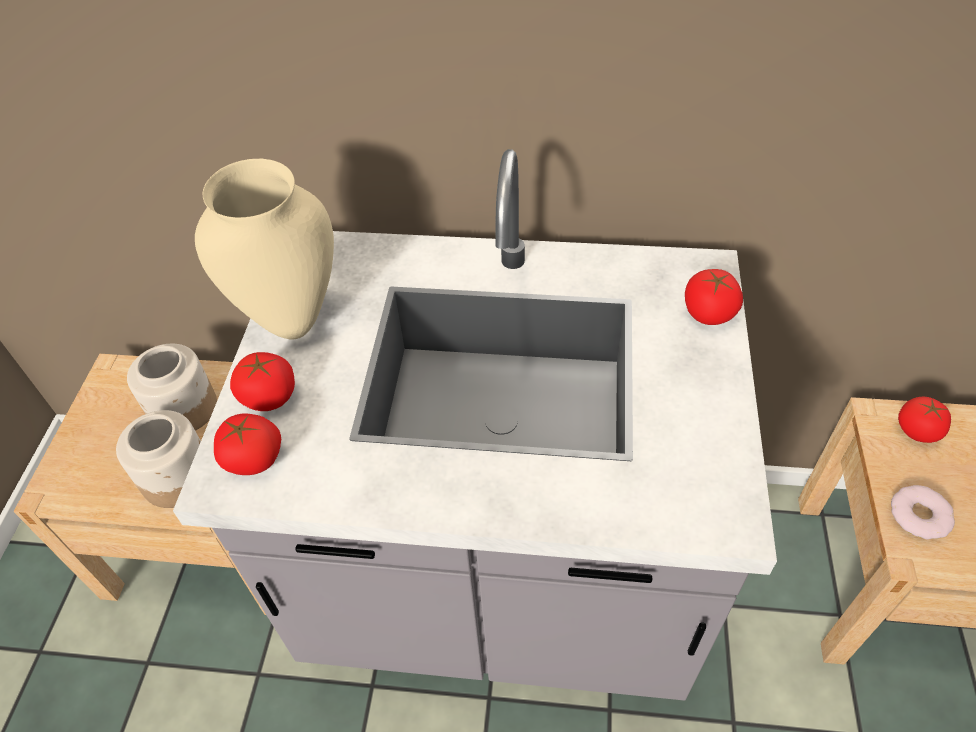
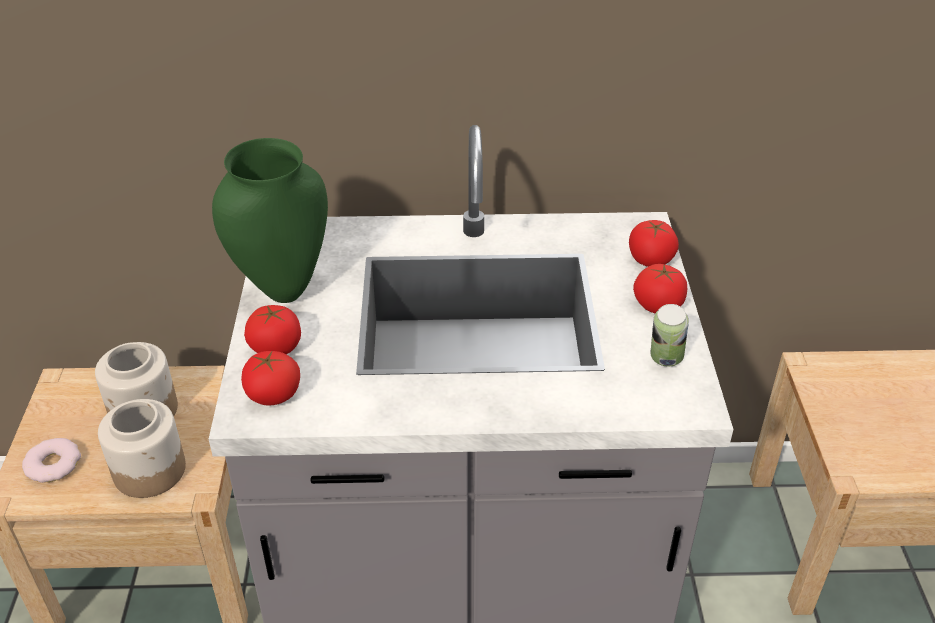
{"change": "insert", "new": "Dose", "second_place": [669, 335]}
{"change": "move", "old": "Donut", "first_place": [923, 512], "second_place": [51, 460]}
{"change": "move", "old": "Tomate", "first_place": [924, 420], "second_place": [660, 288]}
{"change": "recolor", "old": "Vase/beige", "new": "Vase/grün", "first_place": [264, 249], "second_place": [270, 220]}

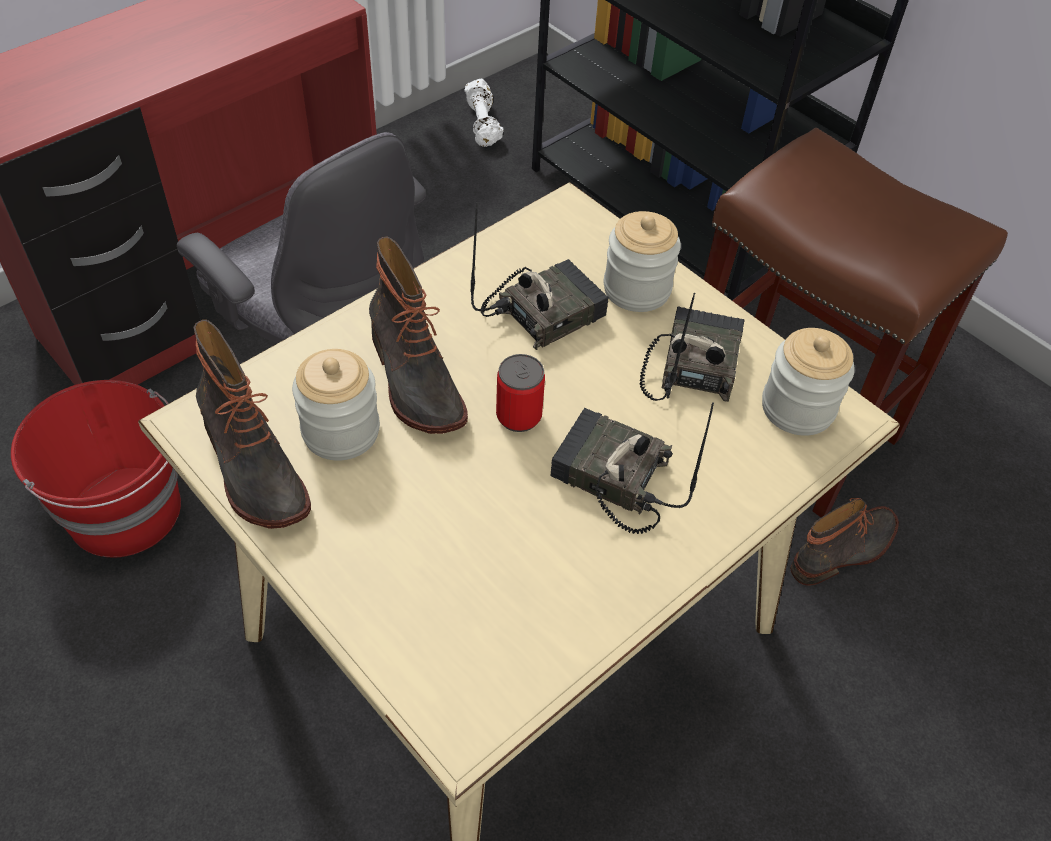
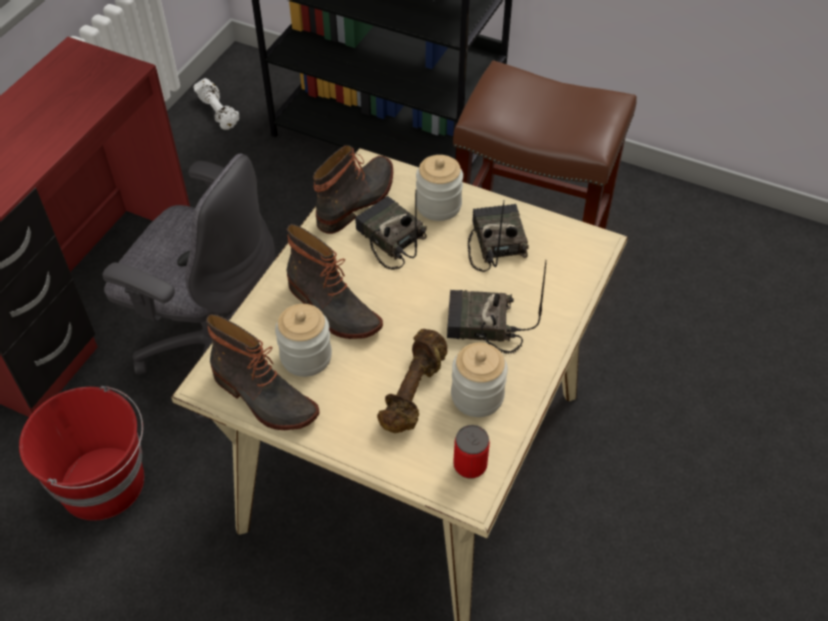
{"change": "insert", "new": "Hantel/braun", "second_place": [412, 381]}
{"change": "move", "old": "Dose", "first_place": [520, 393], "second_place": [471, 452]}
{"change": "move", "old": "Vorratsglas", "first_place": [808, 382], "second_place": [479, 380]}
{"change": "move", "old": "Stiefel", "first_place": [844, 542], "second_place": [353, 189]}
{"change": "rotate", "old": "Radio", "first_place": [539, 276], "second_place": [391, 230], "degrees": -75}

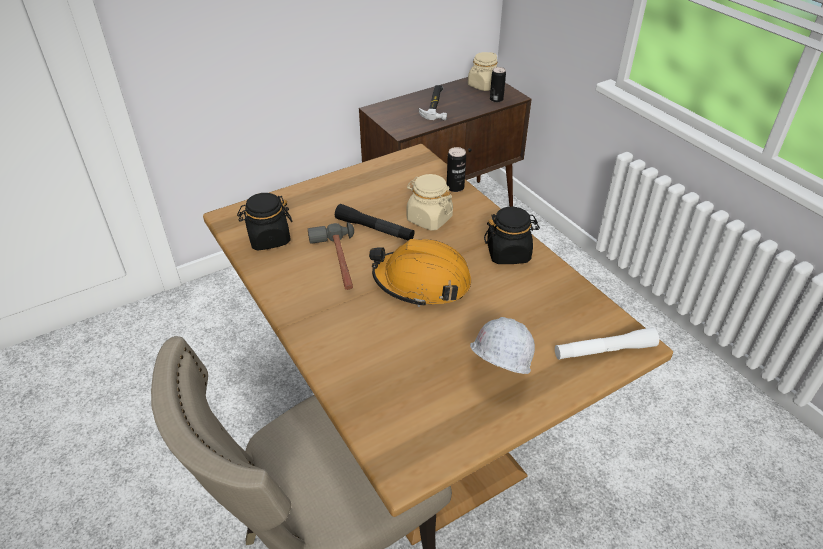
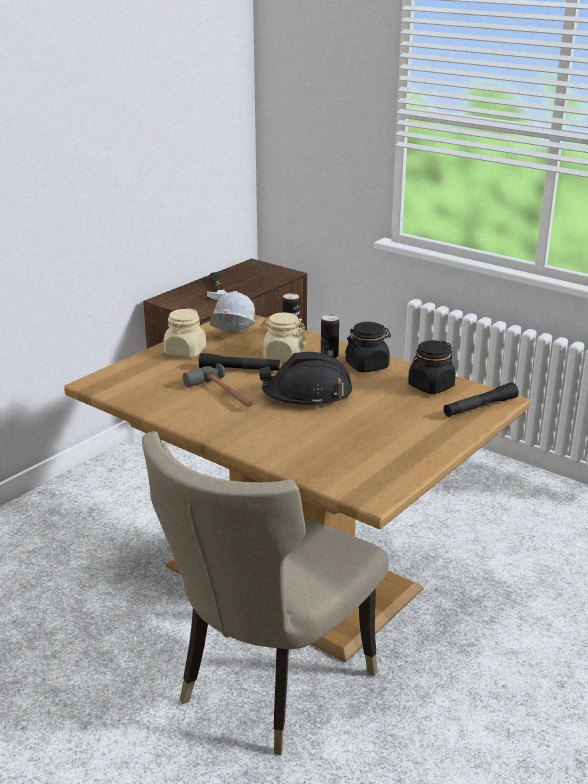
{"change": "move", "old": "Vorratsglas/schwarz", "first_place": [265, 222], "second_place": [432, 367]}
{"change": "move", "old": "Vorratsglas/beige", "first_place": [483, 71], "second_place": [185, 333]}
{"change": "move", "old": "Schutzhelm/weiß", "first_place": [502, 345], "second_place": [233, 312]}
{"change": "move", "old": "Dose", "first_place": [498, 85], "second_place": [330, 336]}
{"change": "recolor", "old": "Schutzhelm/orange", "new": "Schutzhelm/schwarz", "first_place": [420, 273], "second_place": [305, 380]}
{"change": "recolor", "old": "Taschenlampe/weiß", "new": "Taschenlampe/schwarz", "first_place": [607, 343], "second_place": [481, 399]}

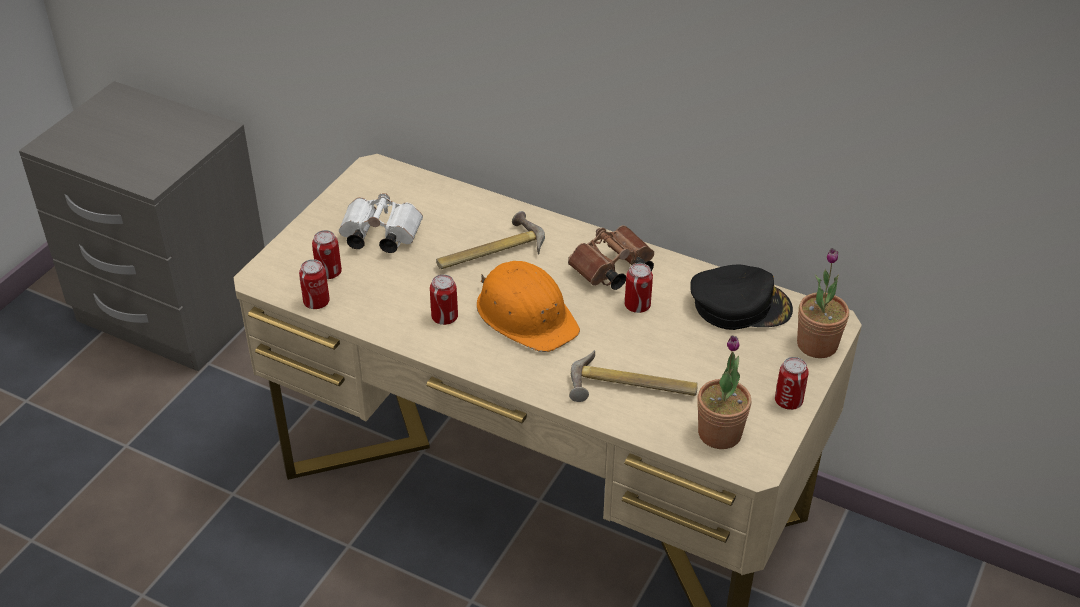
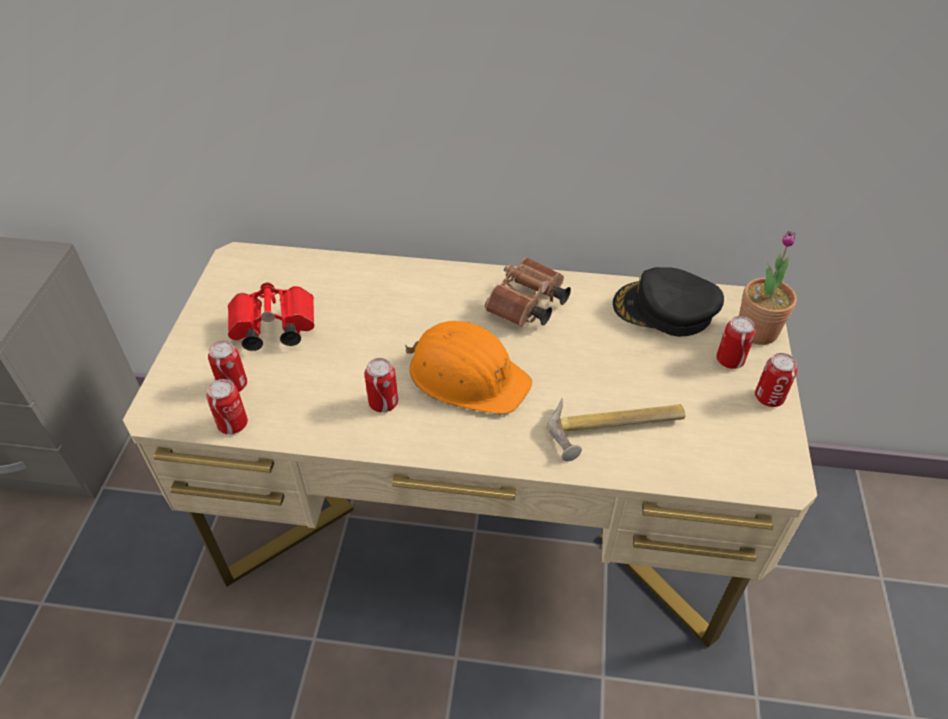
{"change": "delete", "old": "Hammer", "first_place": [490, 240]}
{"change": "delete", "old": "Topfpflanze", "first_place": [724, 392]}
{"change": "move", "old": "Dose", "first_place": [639, 288], "second_place": [735, 342]}
{"change": "recolor", "old": "Fernglas/weiß", "new": "Fernglas/rot", "first_place": [381, 223], "second_place": [271, 316]}
{"change": "rotate", "old": "Kappe/schwarz", "first_place": [741, 297], "second_place": [668, 302], "degrees": -150}

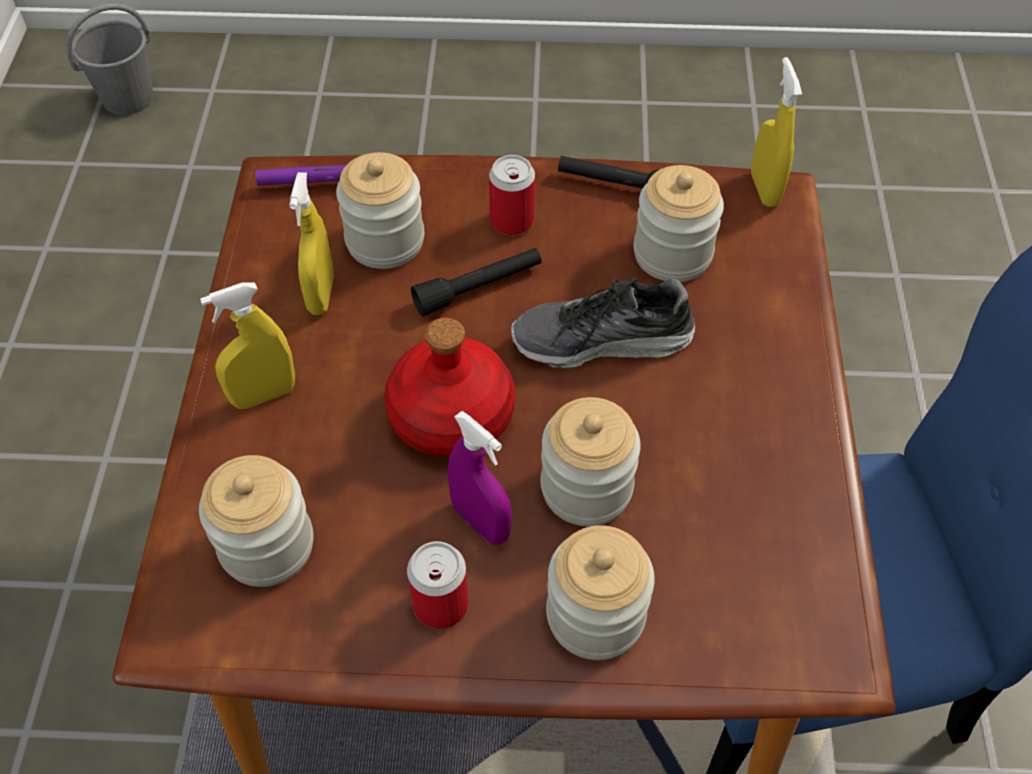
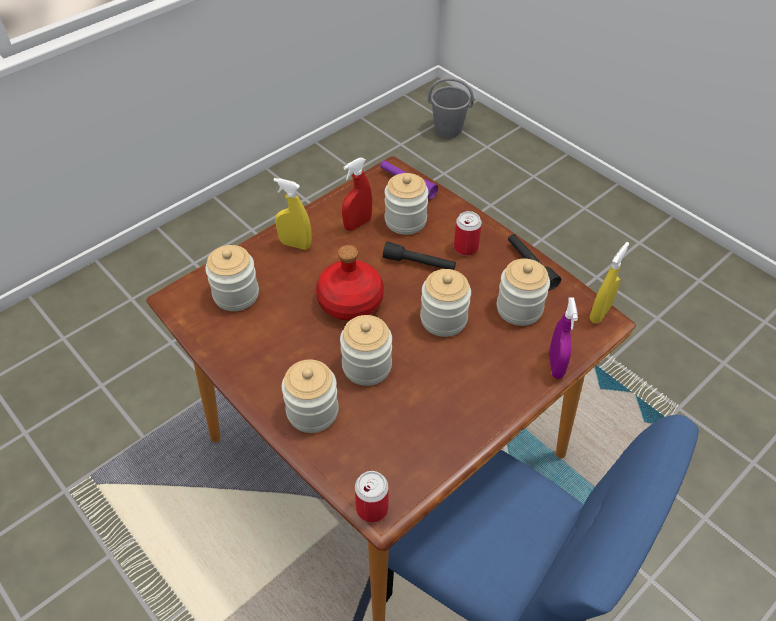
{"change": "move", "old": "Dose", "first_place": [438, 585], "second_place": [372, 497]}
{"change": "move", "old": "Sprühflasche/lila", "first_place": [480, 478], "second_place": [563, 338]}
{"change": "replace", "old": "Schuh", "new": "Vorratsglas", "first_place": [603, 322], "second_place": [445, 303]}
{"change": "recolor", "old": "Sprühflasche/gelb", "new": "Sprühflasche/rot", "first_place": [311, 243], "second_place": [357, 194]}

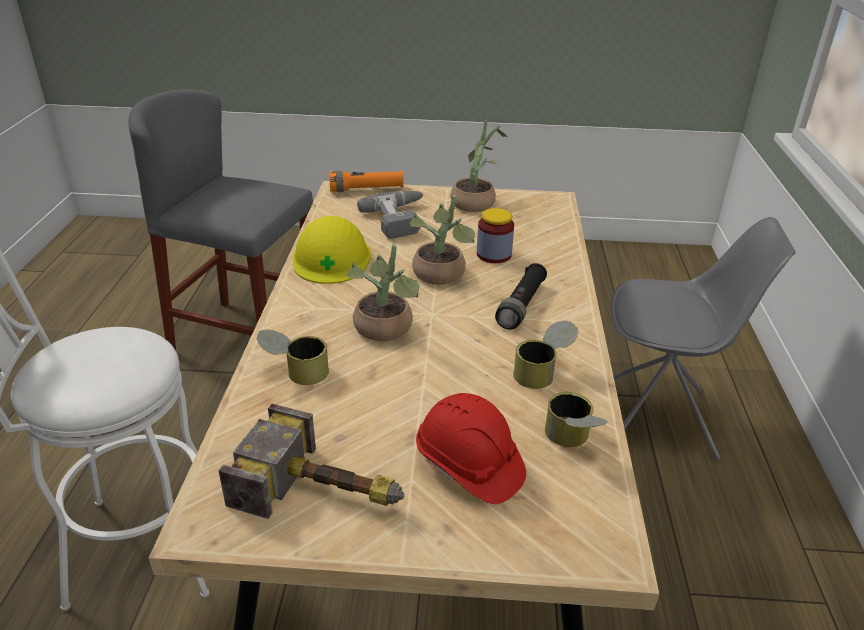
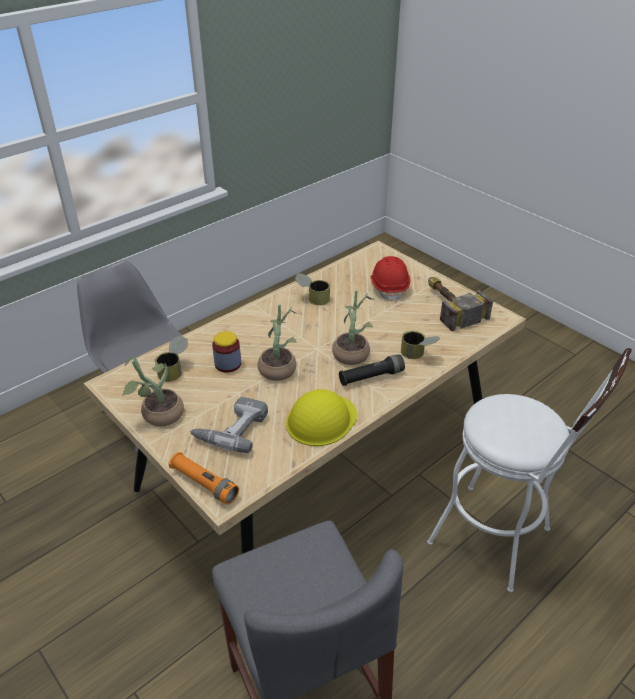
{"change": "move", "old": "Taschenlampe/schwarz", "first_place": [521, 296], "second_place": [372, 370]}
{"change": "move", "old": "Dose", "first_place": [576, 419], "second_place": [171, 359]}

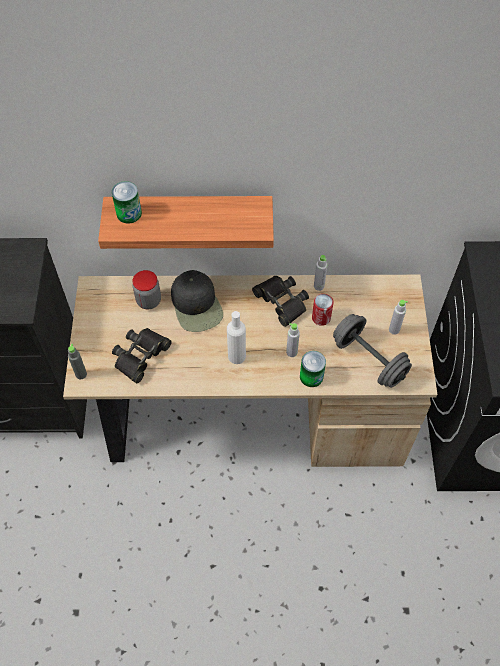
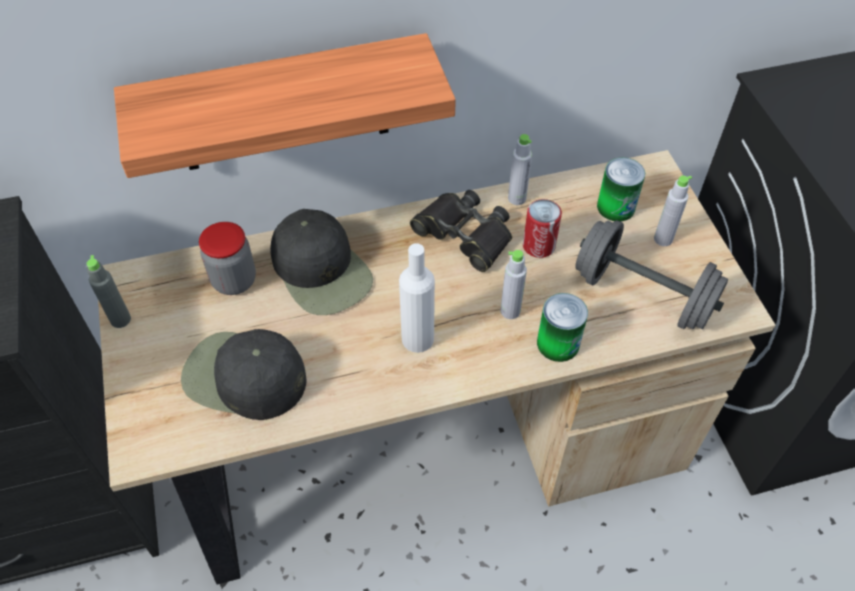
{"change": "move", "old": "Flasche/grau", "first_place": [77, 361], "second_place": [109, 291]}
{"change": "move", "old": "Dose", "first_place": [127, 202], "second_place": [621, 189]}
{"change": "replace", "old": "Fernglas/schwarz", "new": "Kappe/schwarz", "first_place": [142, 355], "second_place": [243, 374]}

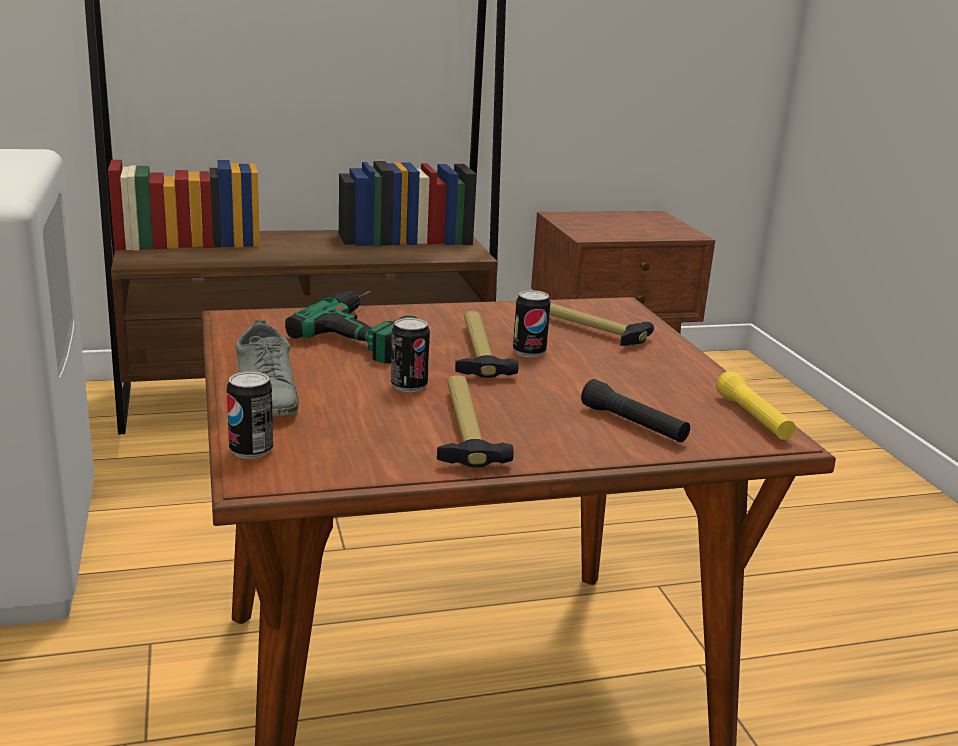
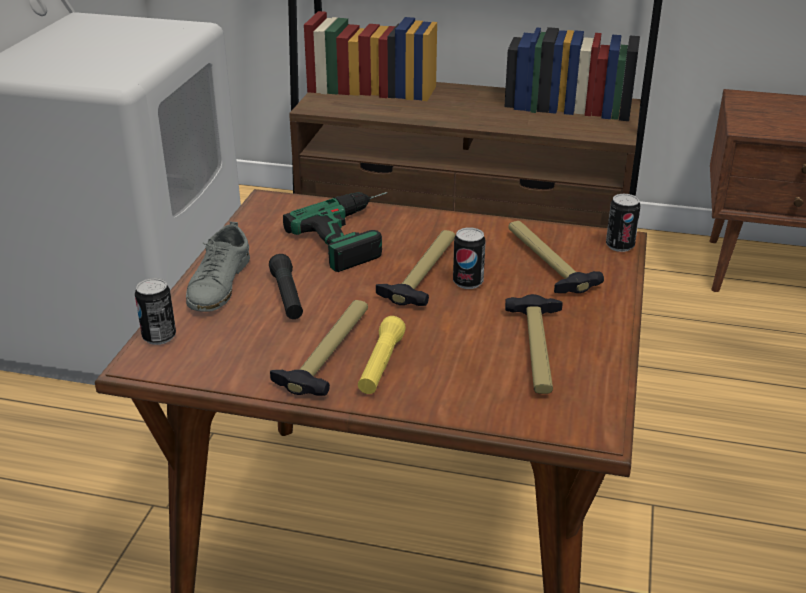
{"change": "insert", "new": "Hammer", "second_place": [534, 344]}
{"change": "move", "old": "Dose", "first_place": [410, 355], "second_place": [623, 223]}
{"change": "move", "old": "Taschenlampe/schwarz", "first_place": [635, 411], "second_place": [286, 286]}
{"change": "move", "old": "Taschenlampe/gelb", "first_place": [756, 405], "second_place": [382, 355]}

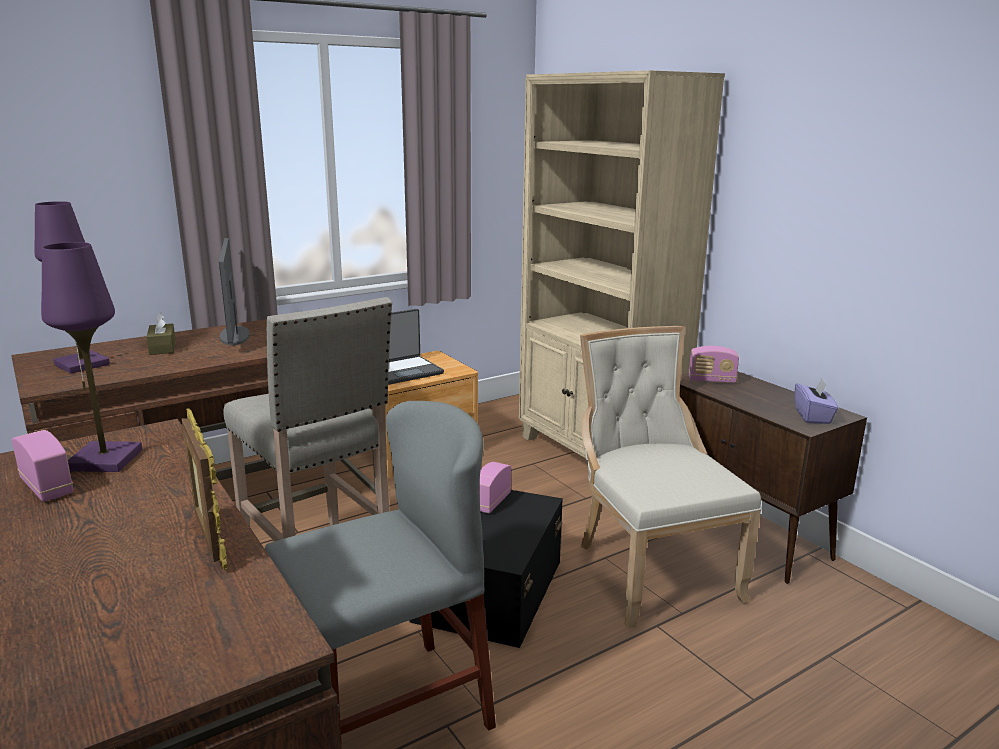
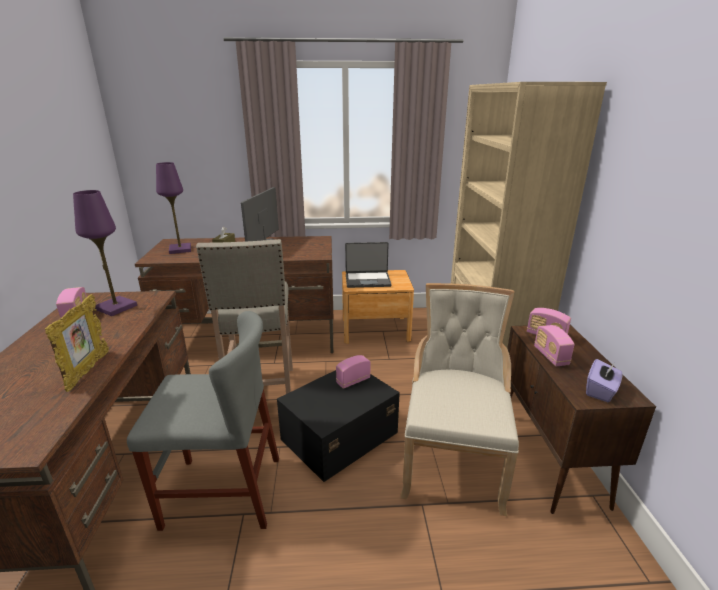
{"change": "insert", "new": "Radio", "second_place": [554, 345]}

